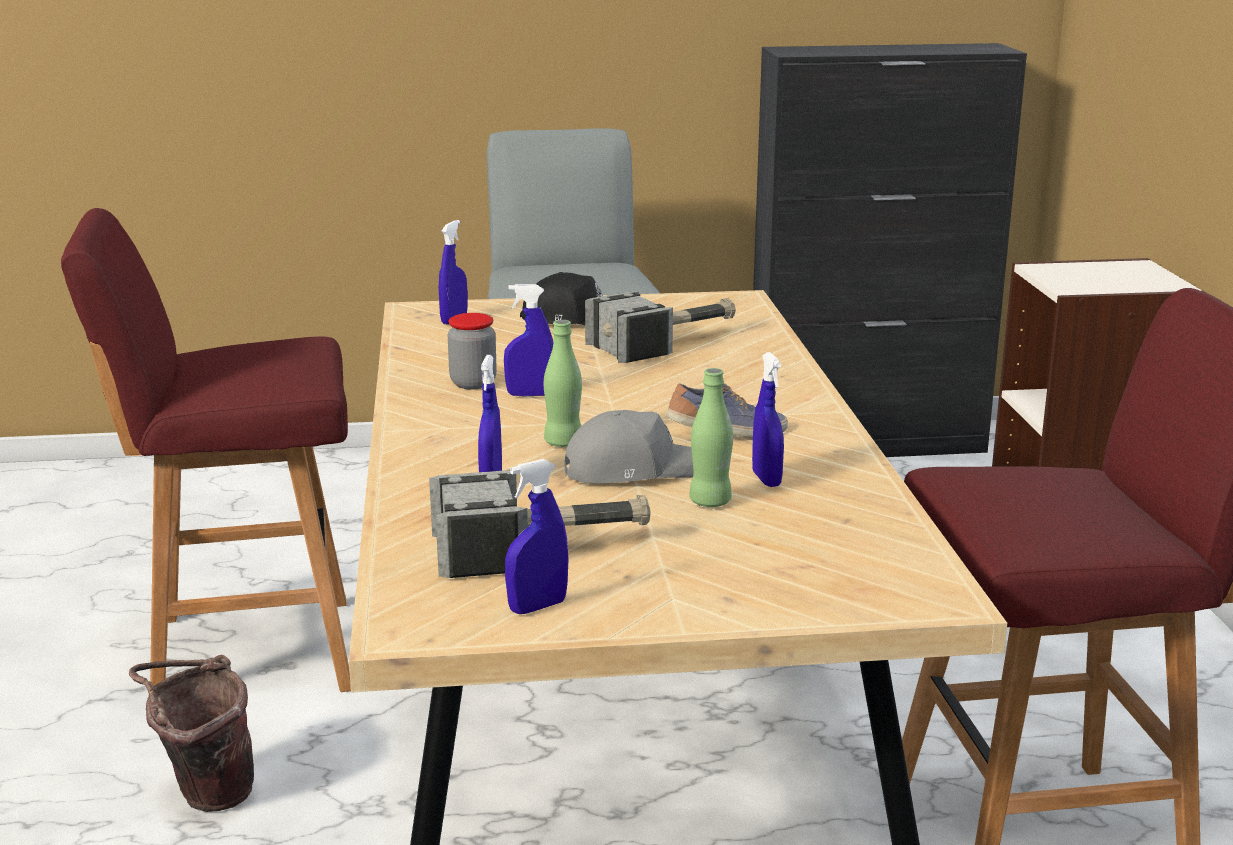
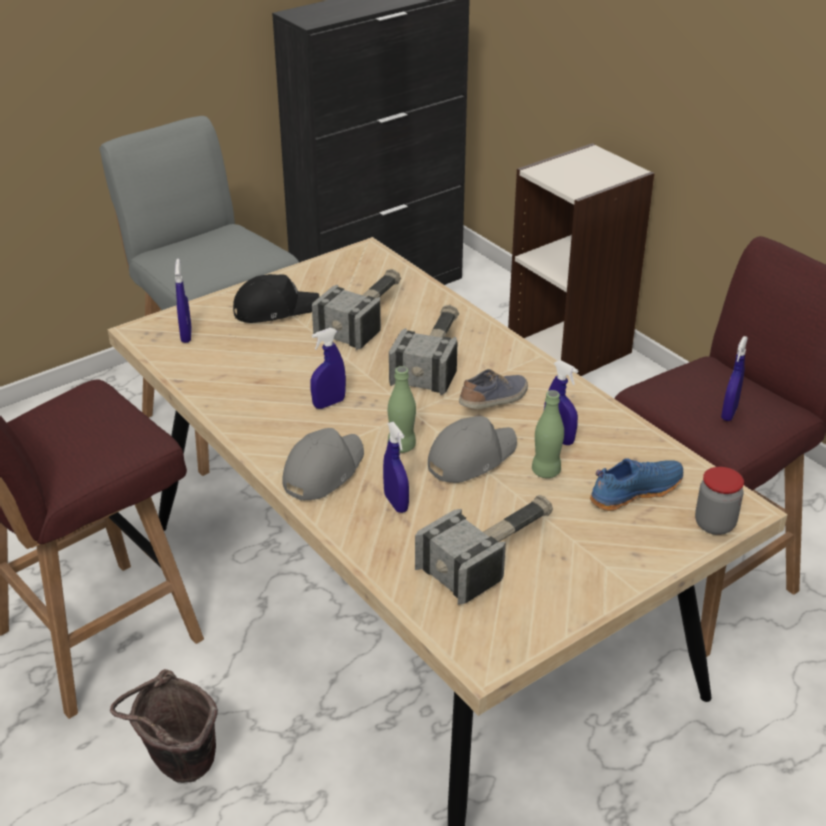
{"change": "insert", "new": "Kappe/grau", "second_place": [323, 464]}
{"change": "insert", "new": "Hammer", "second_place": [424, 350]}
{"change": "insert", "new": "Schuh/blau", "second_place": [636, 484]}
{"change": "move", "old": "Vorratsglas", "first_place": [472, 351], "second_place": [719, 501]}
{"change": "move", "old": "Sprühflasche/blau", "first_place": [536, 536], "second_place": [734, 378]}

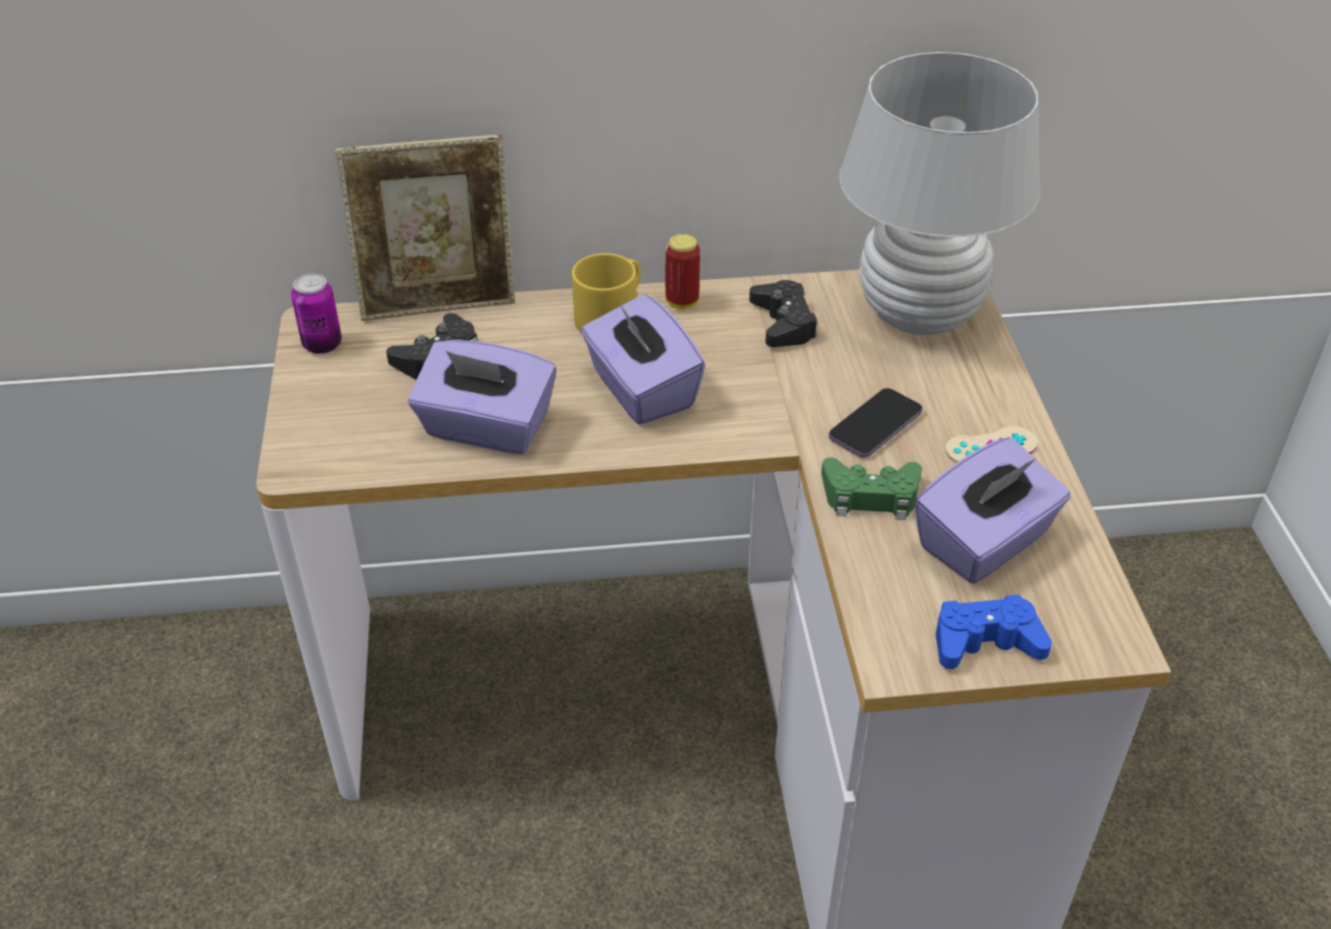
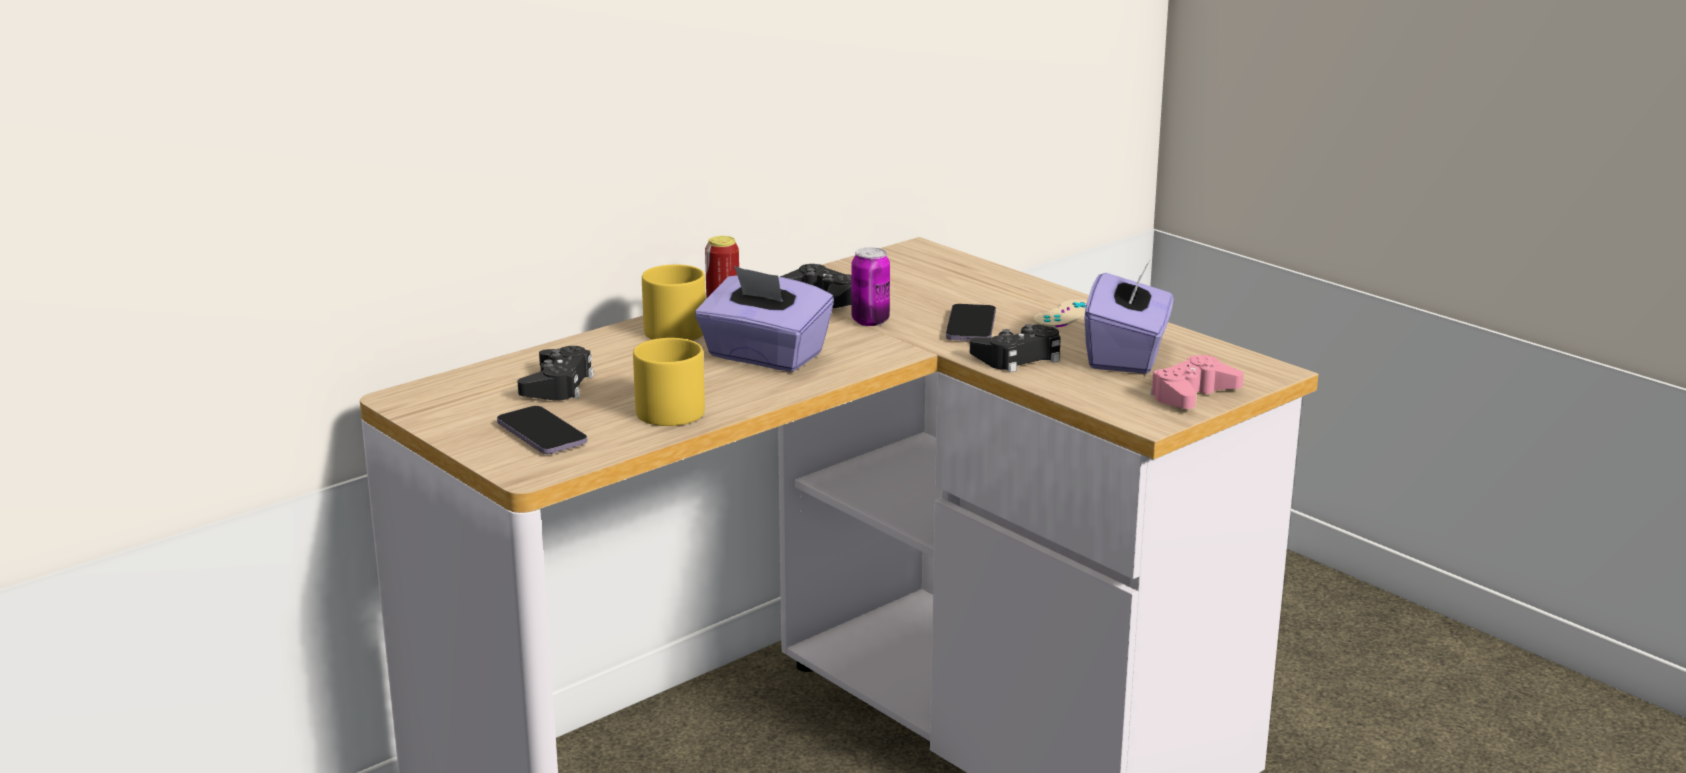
{"change": "delete", "old": "Bilderrahmen", "first_place": [425, 227]}
{"change": "delete", "old": "Tischlampe/weiß", "first_place": [940, 193]}
{"change": "insert", "new": "Handy", "second_place": [542, 430]}
{"change": "move", "old": "Dose", "first_place": [316, 313], "second_place": [870, 286]}
{"change": "replace", "old": "Taschentuchbox/lila", "new": "Henkelbecher/gelb", "first_place": [482, 397], "second_place": [669, 382]}
{"change": "recolor", "old": "Gamepad/grün", "new": "Gamepad/schwarz", "first_place": [871, 488], "second_place": [1015, 348]}
{"change": "recolor", "old": "Gamepad/blau", "new": "Gamepad/rosa", "first_place": [994, 632], "second_place": [1197, 382]}

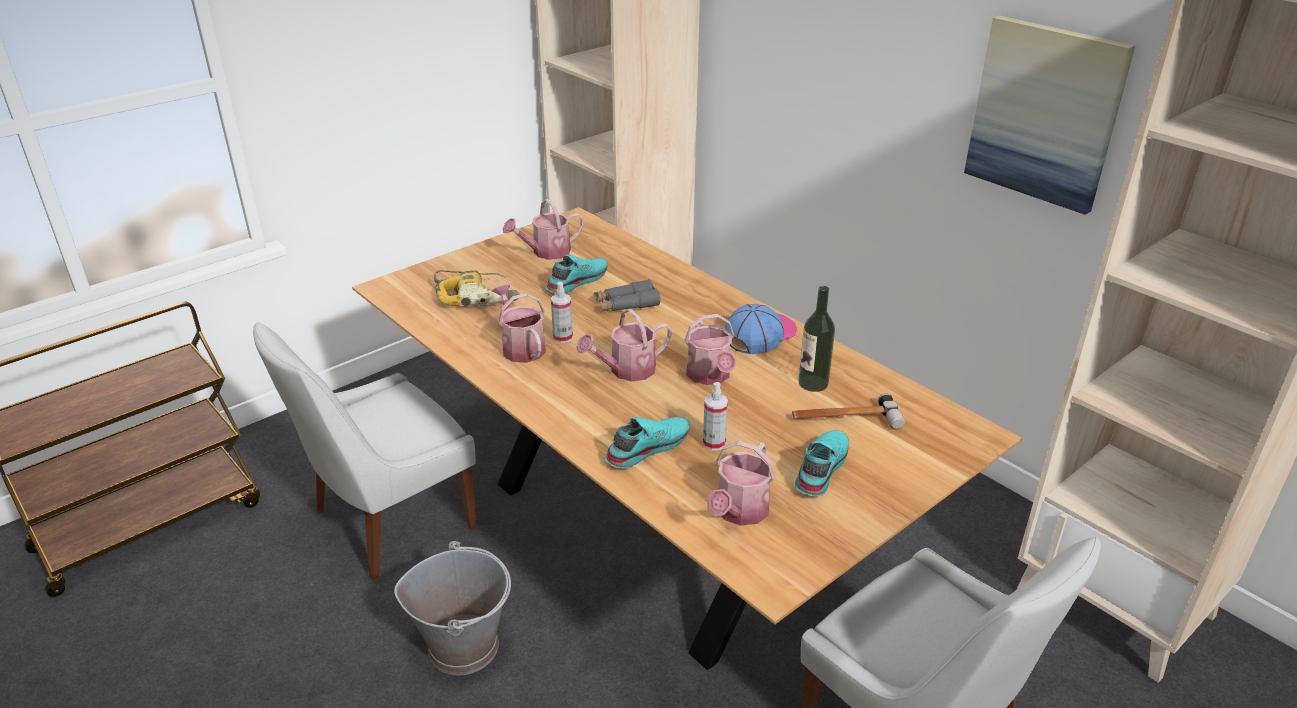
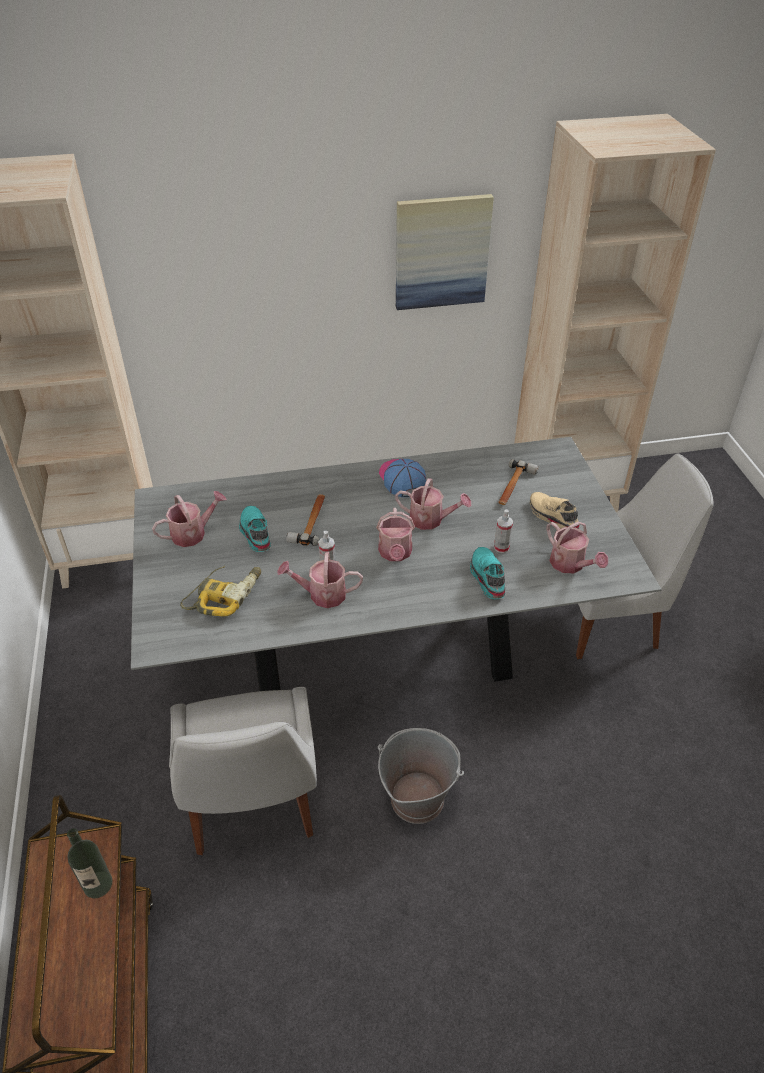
{"change": "move", "old": "Flasche", "first_place": [817, 339], "second_place": [90, 863]}
{"change": "replace", "old": "Fernglas/grau", "new": "Hammer", "first_place": [627, 295], "second_place": [305, 520]}
{"change": "recolor", "old": "Esstisch/braun", "new": "Esstisch/grau", "first_place": [687, 438], "second_place": [396, 564]}
{"change": "recolor", "old": "Schuh/türkis", "new": "Schuh/beige", "first_place": [822, 463], "second_place": [555, 511]}
{"change": "rotate", "old": "Gießkanne", "first_place": [543, 229], "second_place": [189, 519], "degrees": -120}

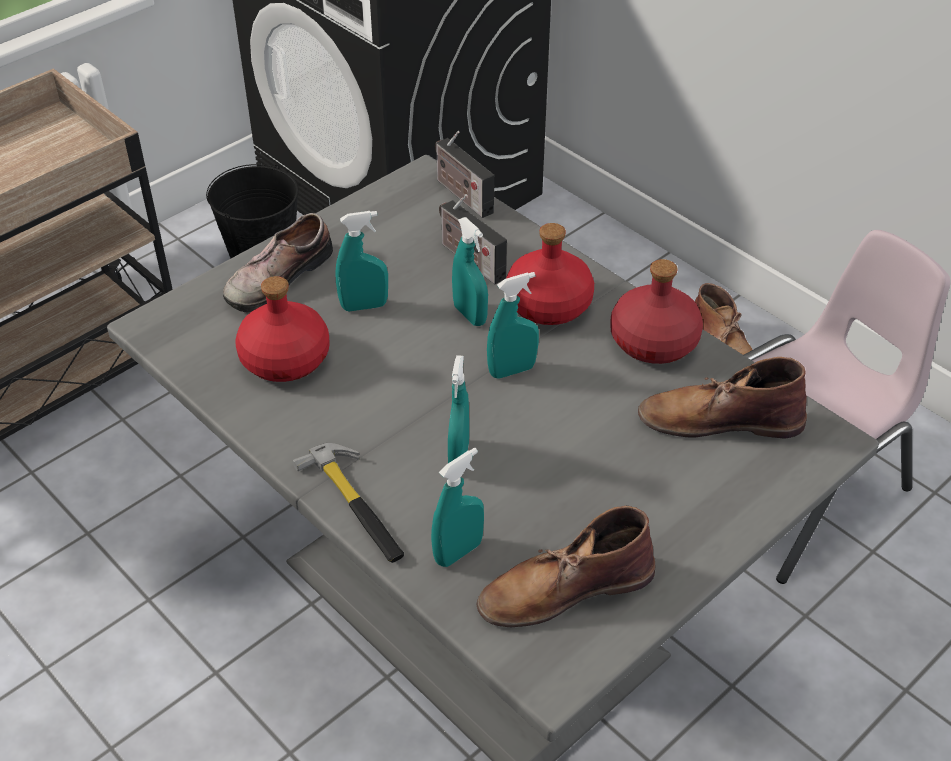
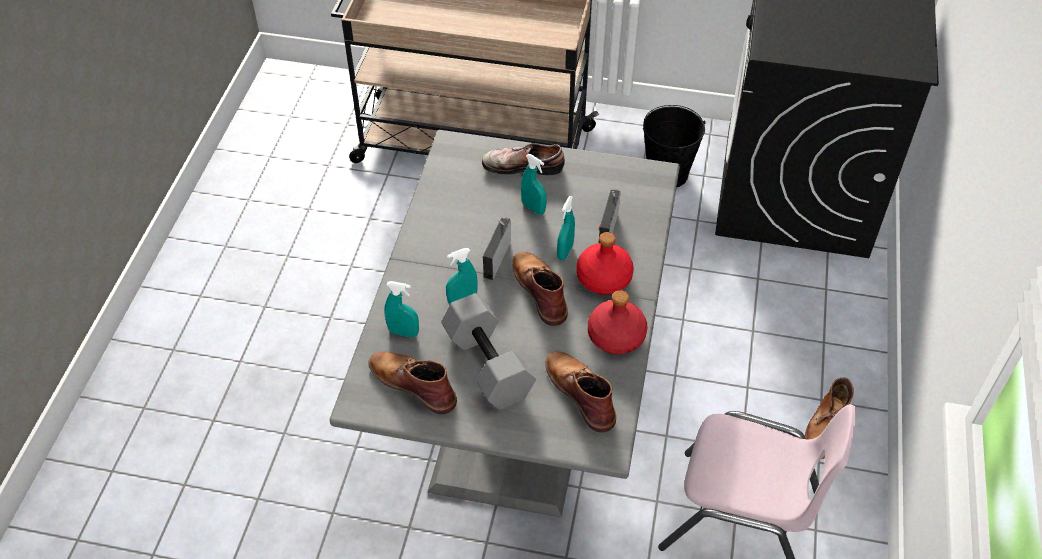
{"change": "delete", "old": "Flasche/rot", "first_place": [282, 329]}
{"change": "delete", "old": "Hammer", "first_place": [348, 503]}
{"change": "insert", "new": "Hantel/grau", "second_place": [488, 351]}
{"change": "move", "old": "Radio", "first_place": [464, 174], "second_place": [497, 248]}
{"change": "replace", "old": "Sprühflasche/türkis", "new": "Stiefel/braun", "first_place": [513, 325], "second_place": [540, 288]}

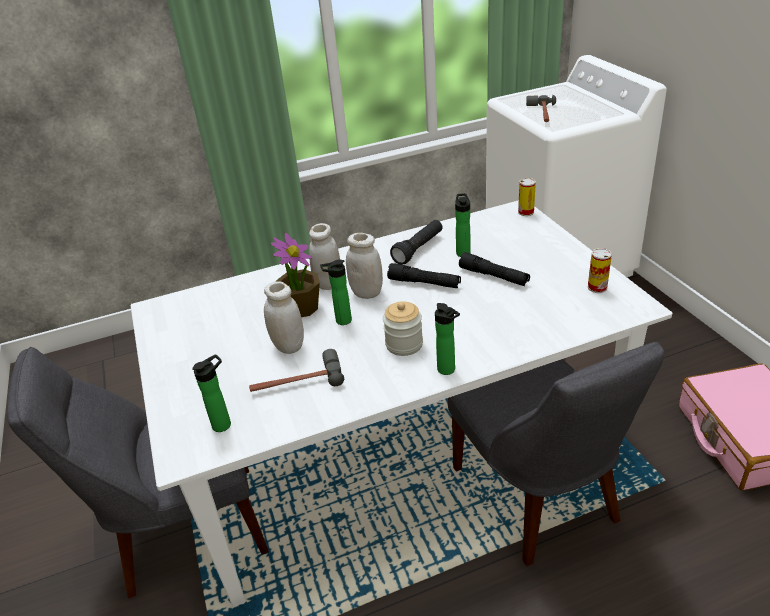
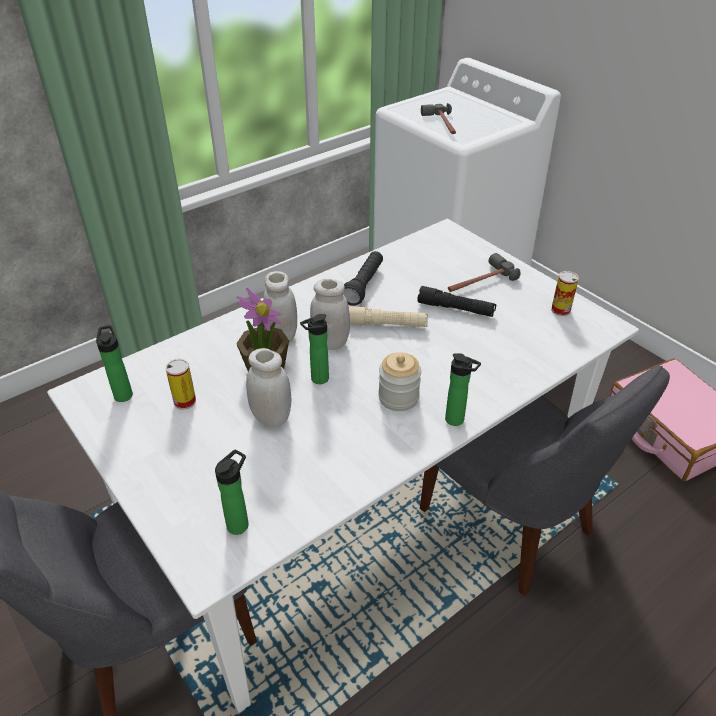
{"change": "move", "old": "Hammer", "first_place": [296, 370], "second_place": [484, 272]}
{"change": "move", "old": "Flasche", "first_place": [463, 225], "second_place": [114, 363]}
{"change": "move", "old": "Dose", "first_place": [527, 197], "second_place": [181, 384]}
{"change": "recolor", "old": "Taschenlampe/schwarz", "new": "Taschenlampe/beige", "first_place": [424, 275], "second_place": [388, 316]}

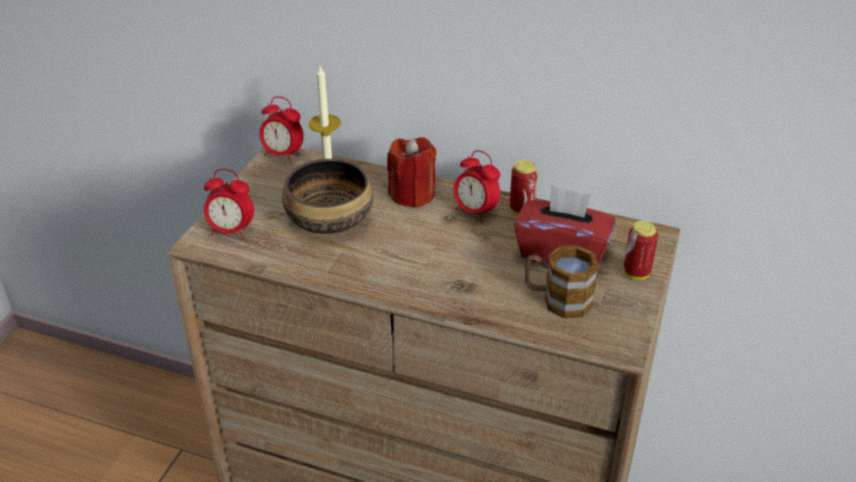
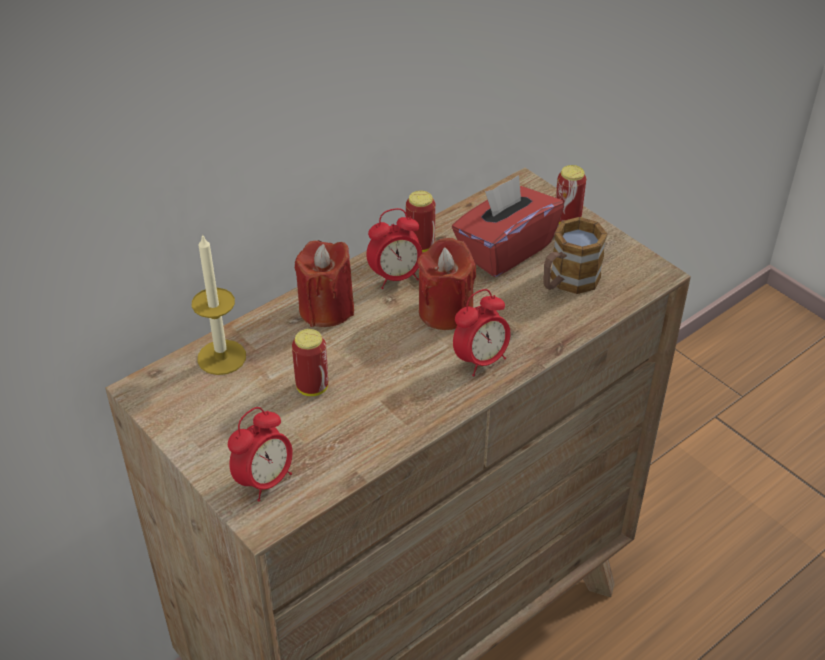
{"change": "insert", "new": "Kerze/rot", "second_place": [446, 284]}
{"change": "move", "old": "Wecker", "first_place": [281, 129], "second_place": [482, 332]}
{"change": "replace", "old": "Schüssel", "new": "Dose", "first_place": [327, 196], "second_place": [310, 362]}

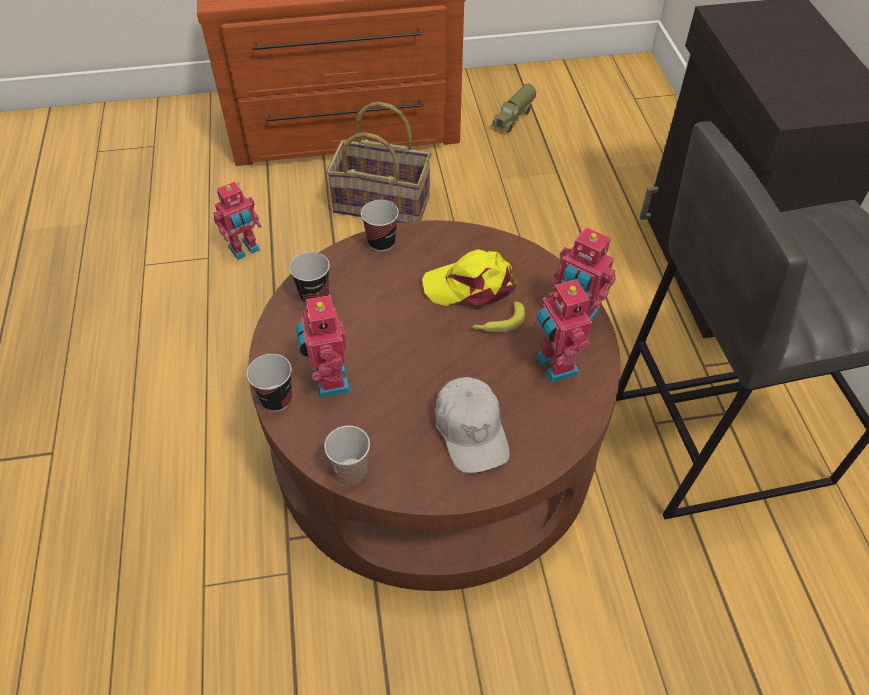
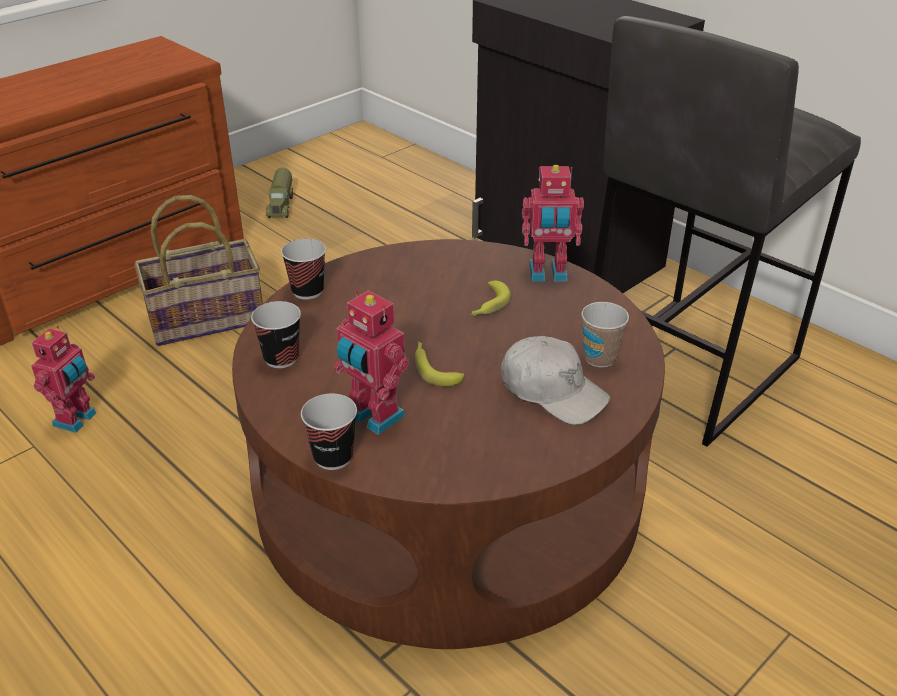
{"change": "delete", "old": "Kappe/gelb", "first_place": [469, 277]}
{"change": "delete", "old": "Spielzeugroboter", "first_place": [563, 330]}
{"change": "insert", "new": "Banane", "second_place": [439, 364]}
{"change": "move", "old": "Tasse", "first_place": [347, 454], "second_place": [605, 335]}

